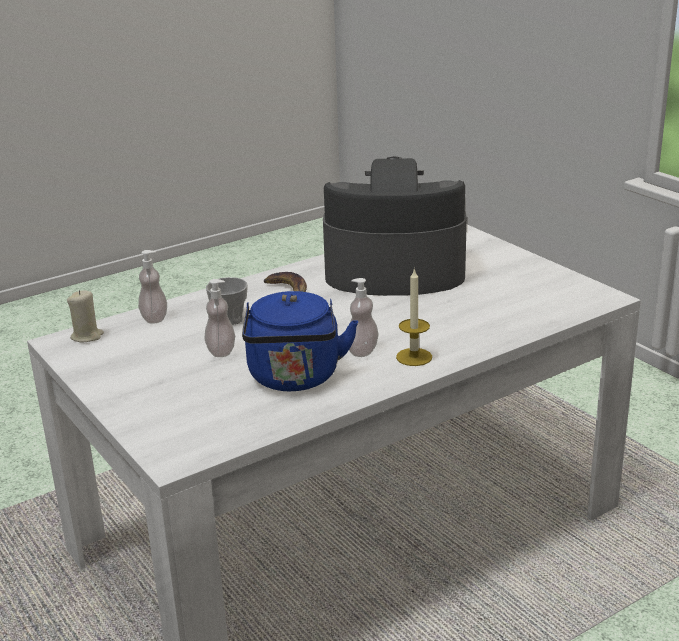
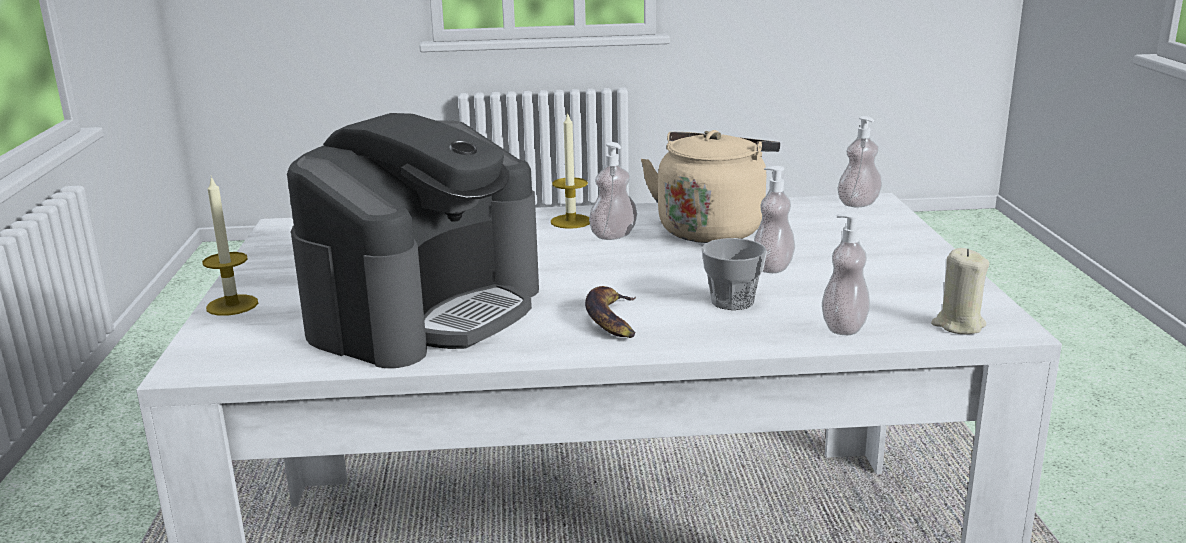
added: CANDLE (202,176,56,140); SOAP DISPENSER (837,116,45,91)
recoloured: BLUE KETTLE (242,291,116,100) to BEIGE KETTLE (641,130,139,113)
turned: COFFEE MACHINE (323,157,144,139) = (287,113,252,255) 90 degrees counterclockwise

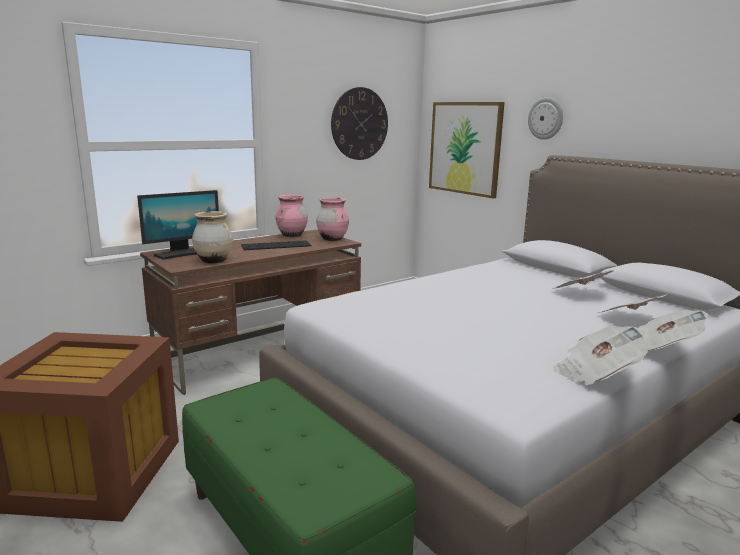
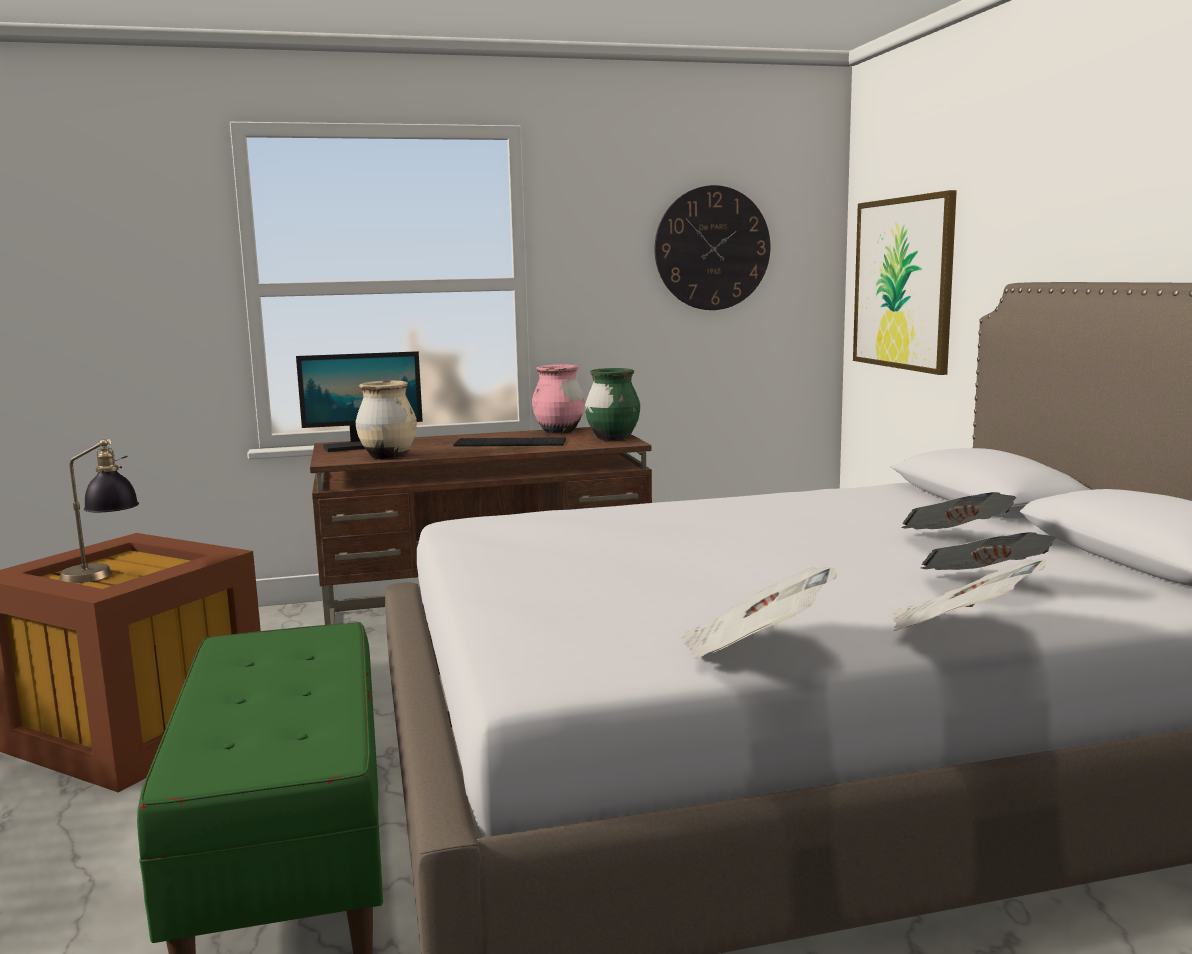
removed: WALL CLOCK (528,97,35,43)
added: TABLE LAMP (59,439,80,144)
recoloured: PINK VASE (316,198,33,43) to GREEN VASE (585,368,55,73)

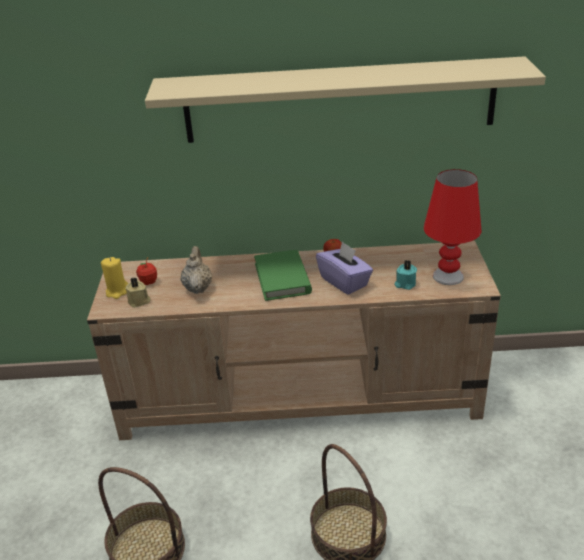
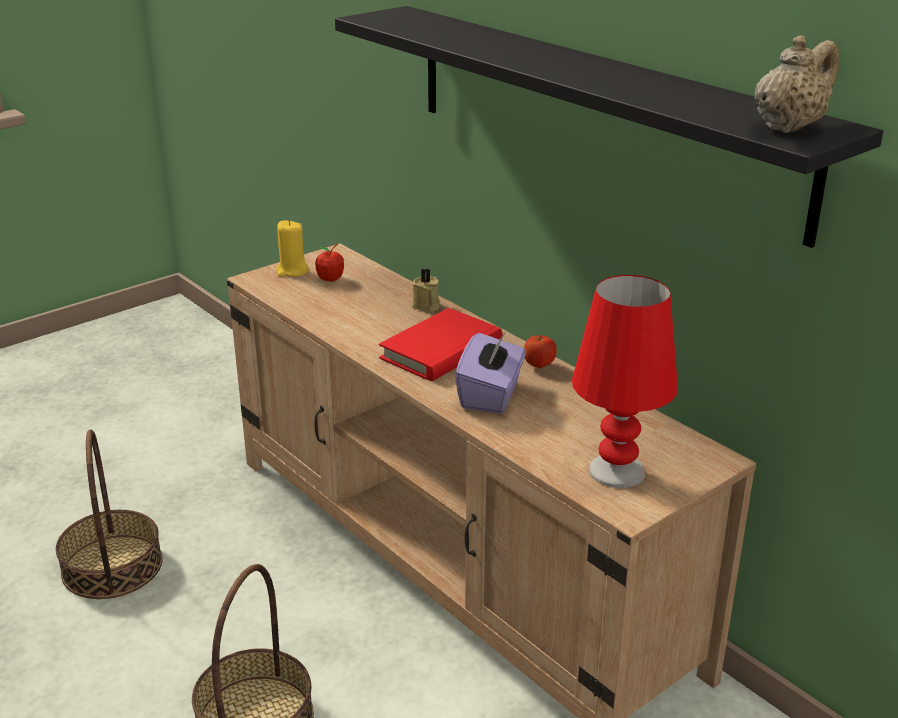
removed: TURQUOISE CANDLE (394,260,23,30)
moved: BEIGE CANDLE (125,277,26,31) to (411,269,29,43); BEIGE TEAPOT (181,246,31,48) to (754,35,85,98)
recoloured: BEIGE SHELF (145,56,401,87) to BLACK SHELF (335,6,548,242); GREEN BOOK (254,250,58,51) to RED BOOK (379,308,124,73)

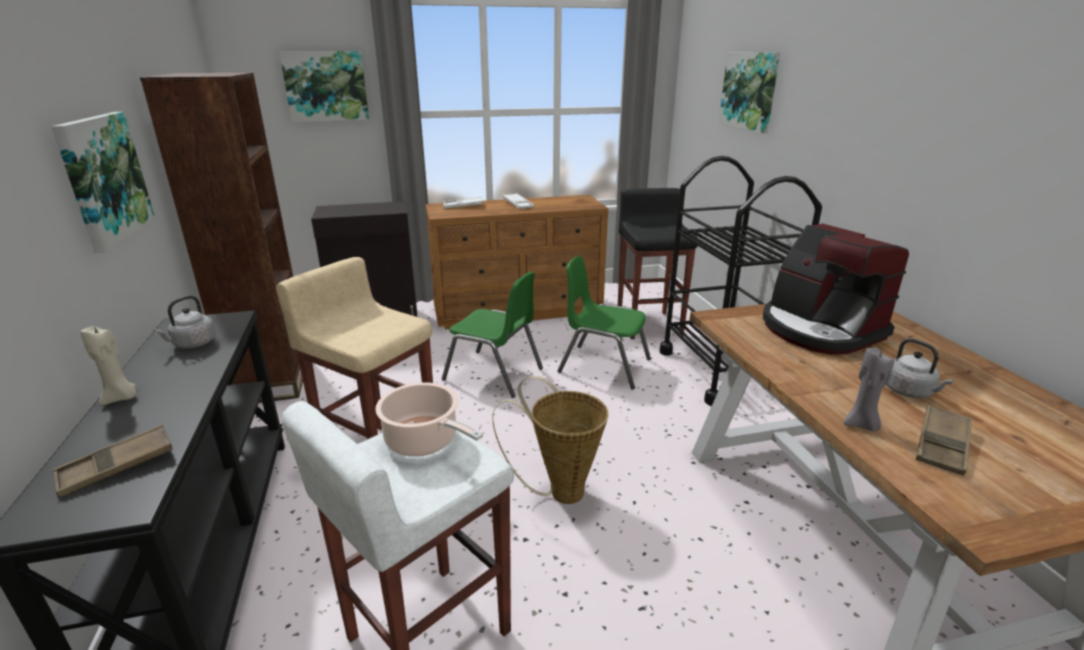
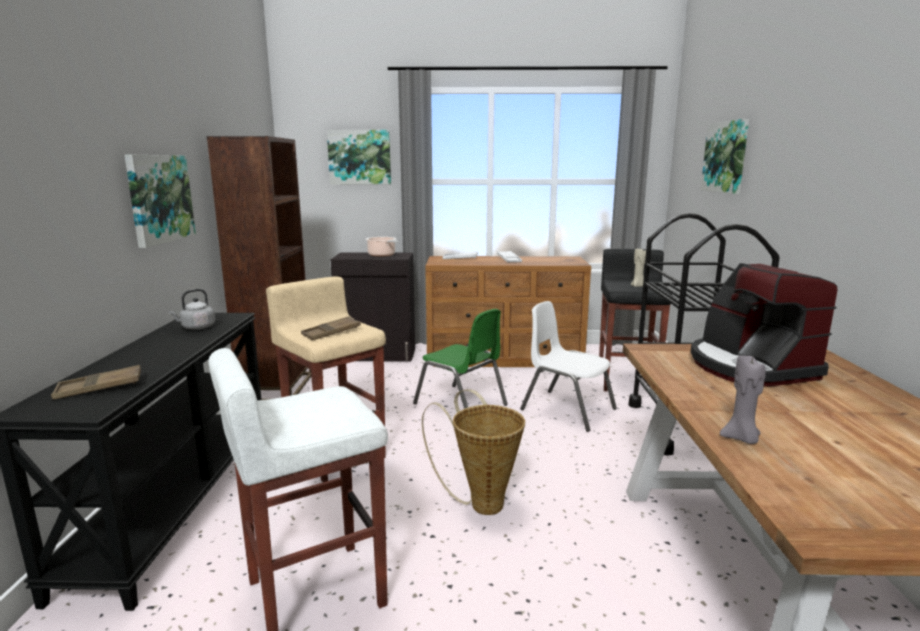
removed: GREY KETTLE (887,338,67,60)
moved: BEIGE CANDLE (80,326,57,80) to (631,249,15,38); COOKING POT (375,382,108,75) to (366,237,32,20); BROWN TRAY (915,405,57,71) to (301,316,60,24)
recoloured: GREEN CHAIR (557,256,94,134) to WHITE CHAIR (520,301,97,131)

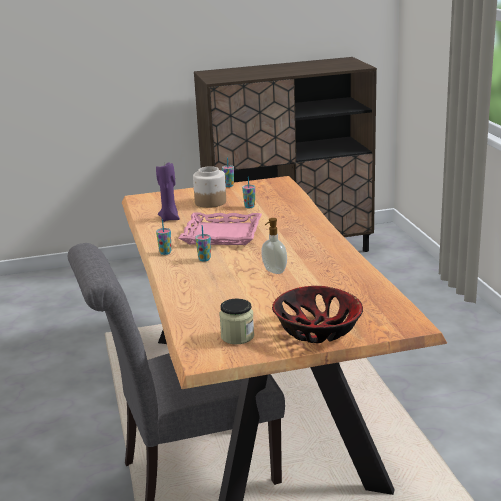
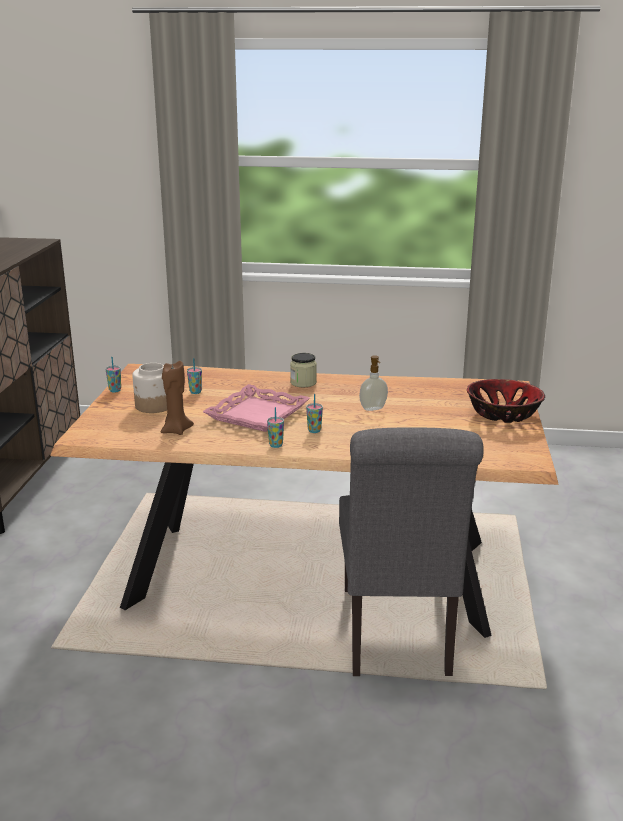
moved: JAR (219,299,35,45) to (290,353,27,34)
recoloured: PURPLE CANDLE (156,162,24,60) to BROWN CANDLE (161,361,33,74)

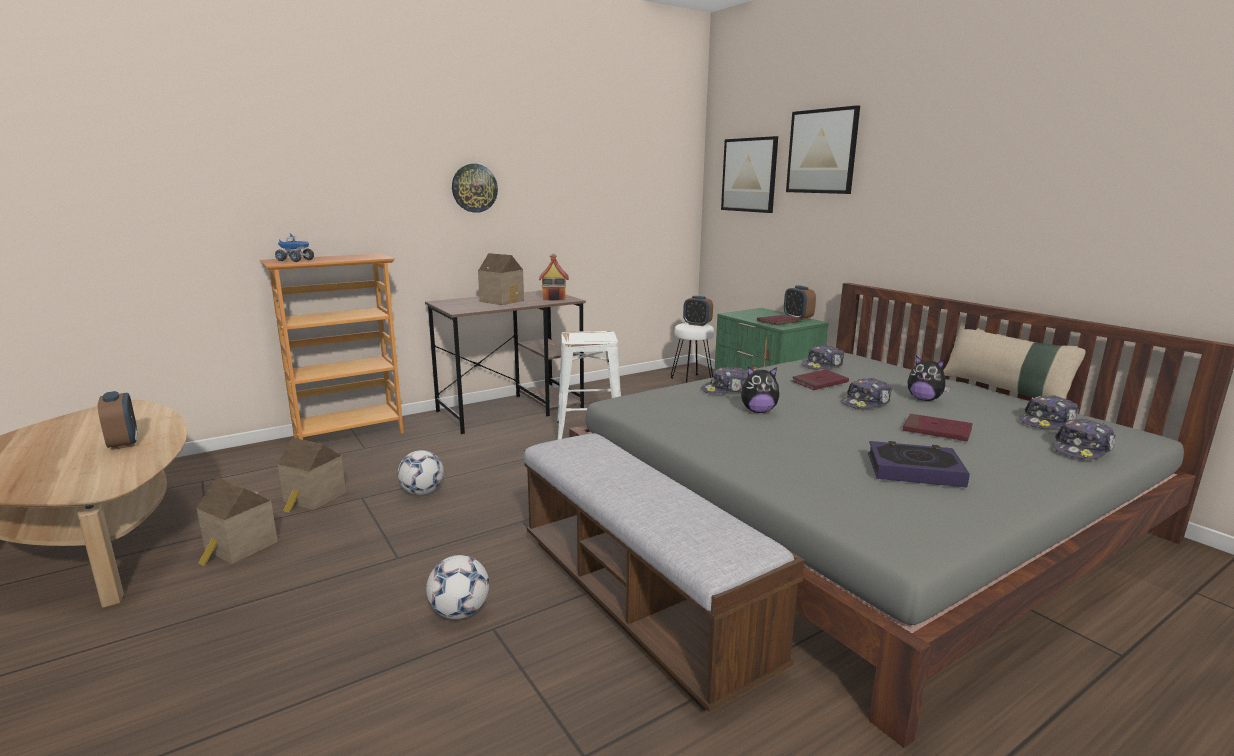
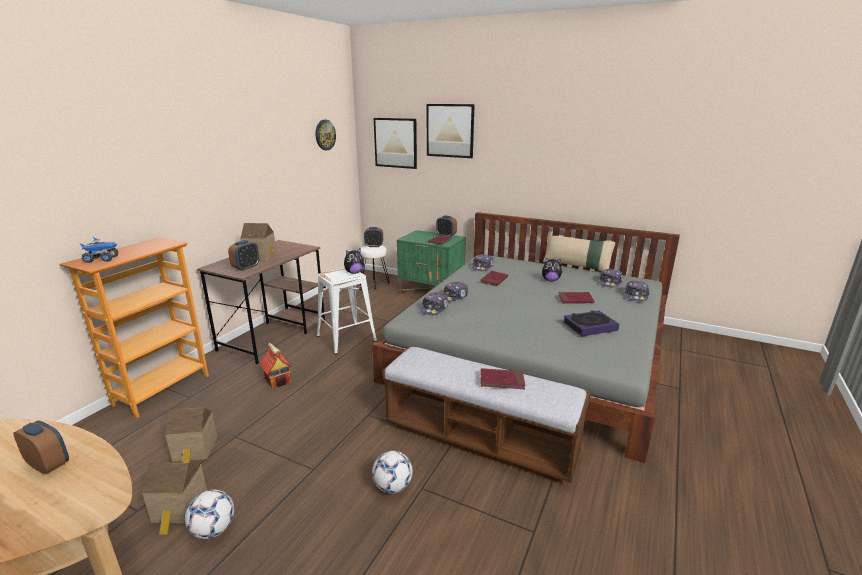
added: ALARM CLOCK (228,240,31,31); RED BOOK (481,368,44,21)
moved: FOOTBALL (398,450,46,45) to (185,490,49,49); WALL CLOCK (452,164,46,49) to (316,120,20,30); TOY HOUSE (539,253,30,48) to (260,342,32,46); PLUSH TOY (741,367,39,46) to (344,249,20,25); CAP (841,378,51,31) to (421,292,27,23)

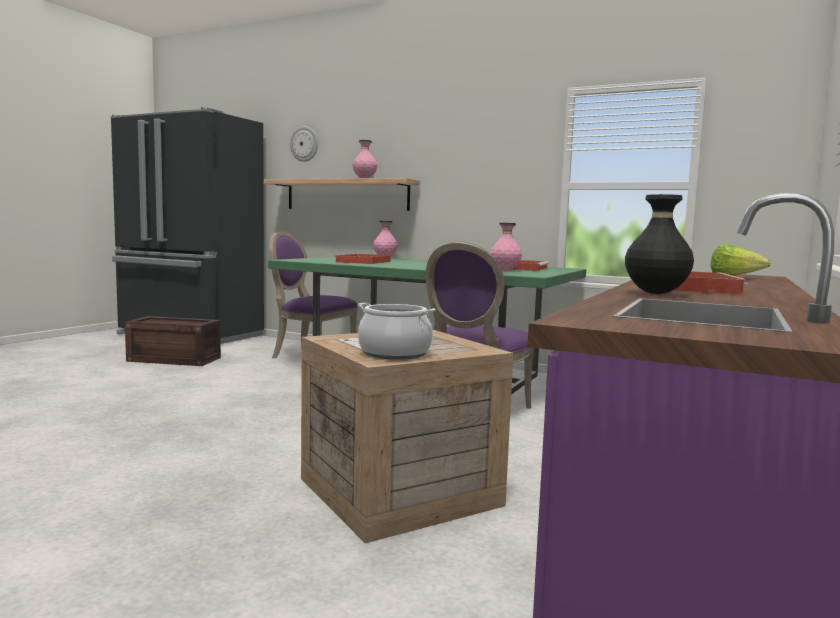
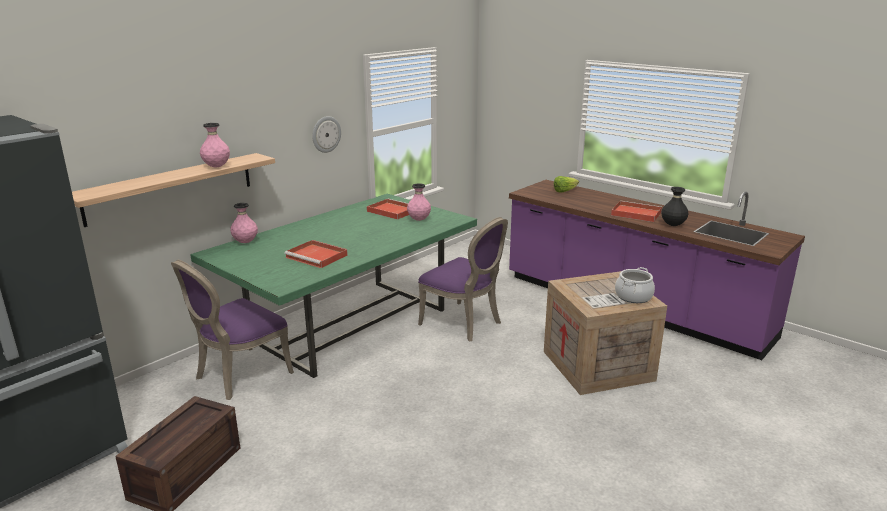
moved: WALL CLOCK (290,126,28,36) to (312,116,29,37)

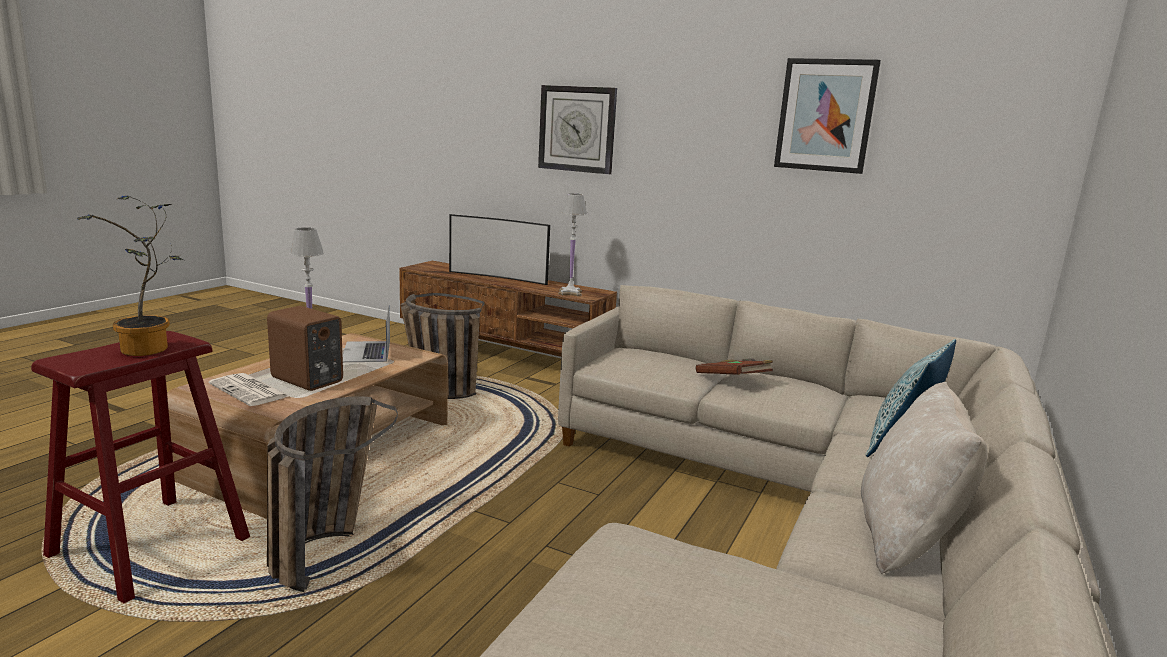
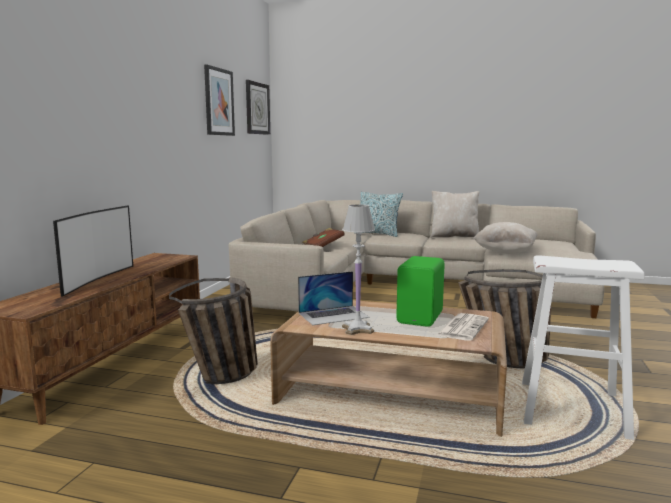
removed: POTTED PLANT (77,196,107,160); WHITE TABLE LAMP (559,193,28,103)
added: BEIGE PILLOW (473,222,65,32)
moved: WALL CLOCK (538,85,79,89) to (246,80,24,55)
recoloured: RED STOOL (31,331,219,272) to WHITE STOOL (522,255,123,185); BROWN SPEAKER (267,306,76,85) to GREEN SPEAKER (396,256,49,71)

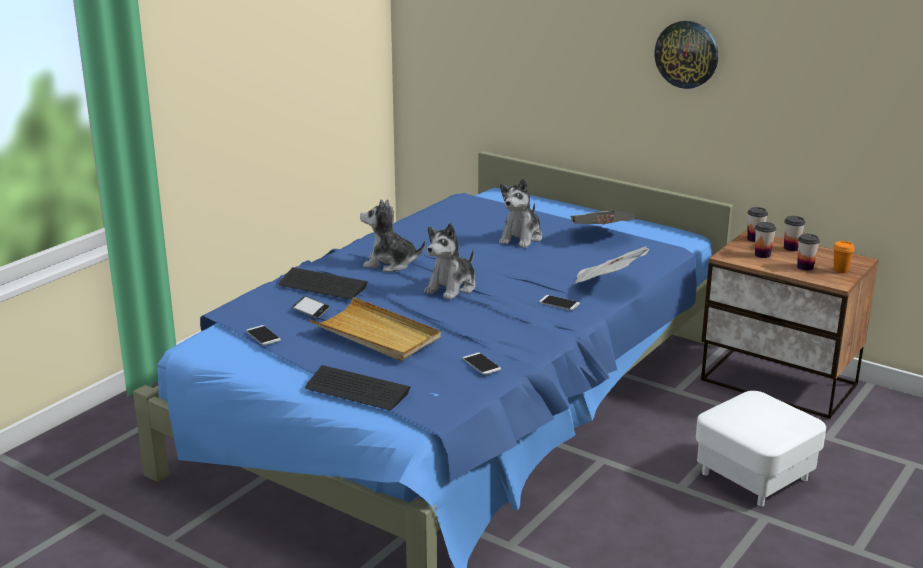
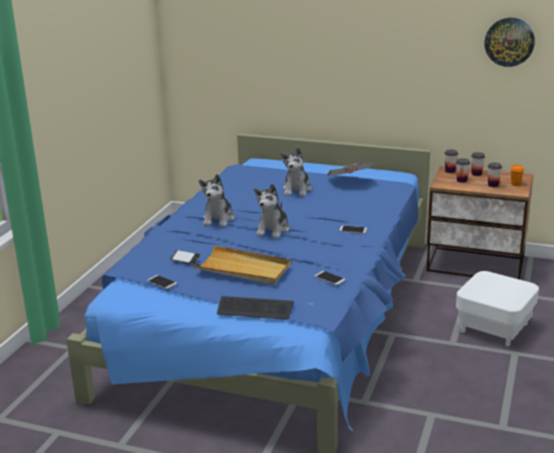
removed: KEYBOARD (279,267,89,32); NEWSPAPER (574,246,75,38)
moved: WALL CLOCK (654,21,64,68) to (484,18,51,49)
turned: PLUSH TOY (360,199,66,73) = (199,174,35,53) 75 degrees counterclockwise

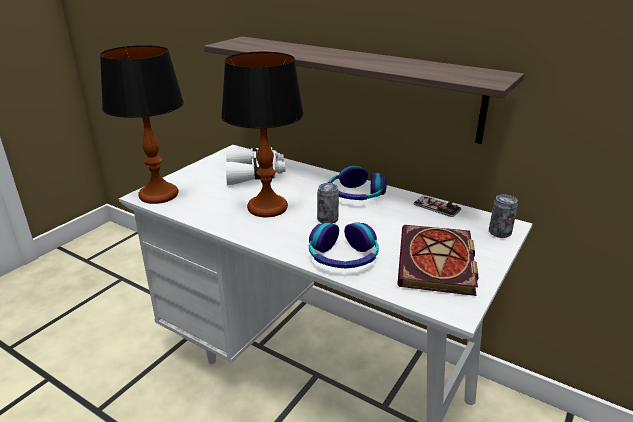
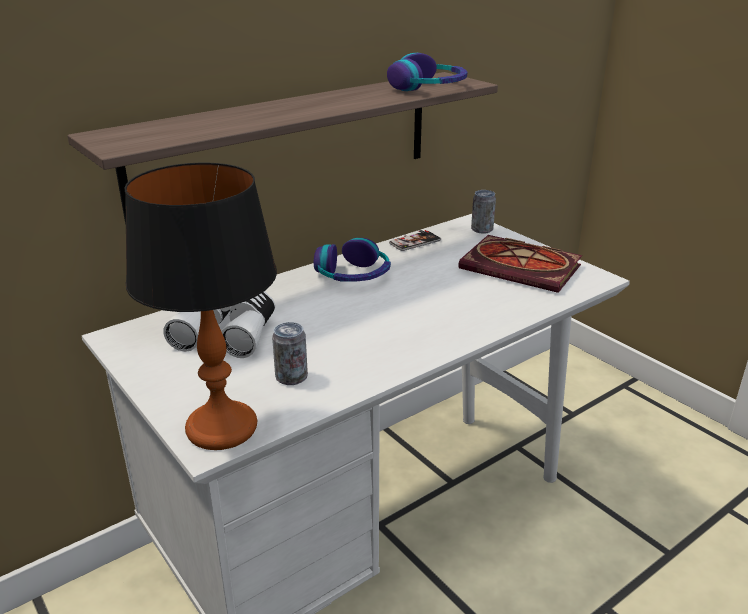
removed: TABLE LAMP (221,52,83,165)
moved: HEADPHONES (309,222,70,46) to (387,53,80,38); CAN (317,183,22,41) to (272,322,36,63)

